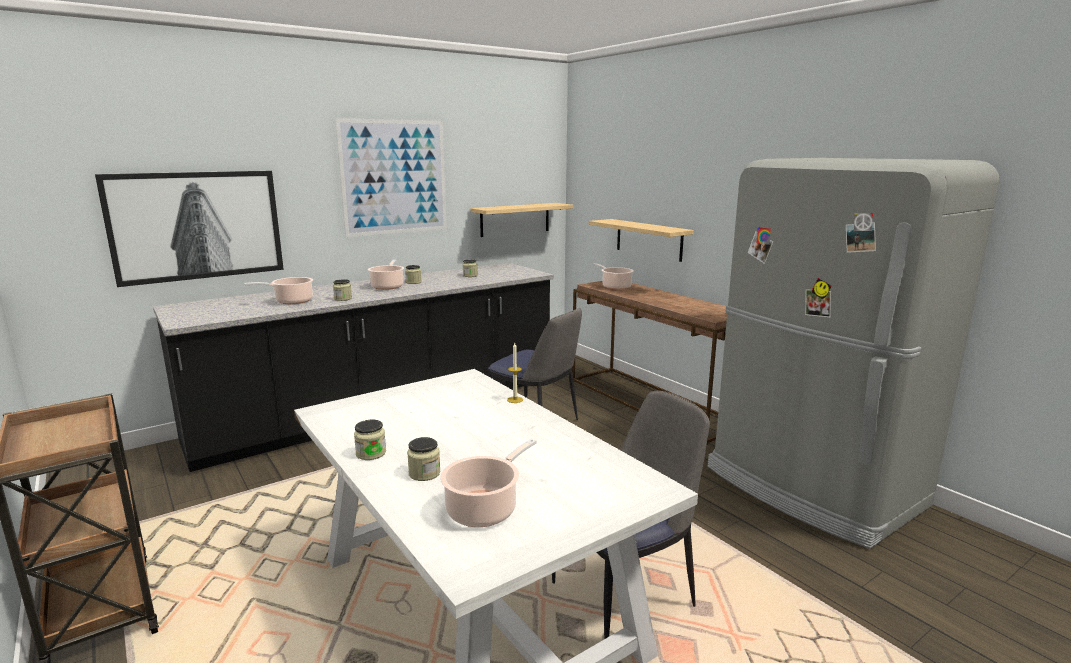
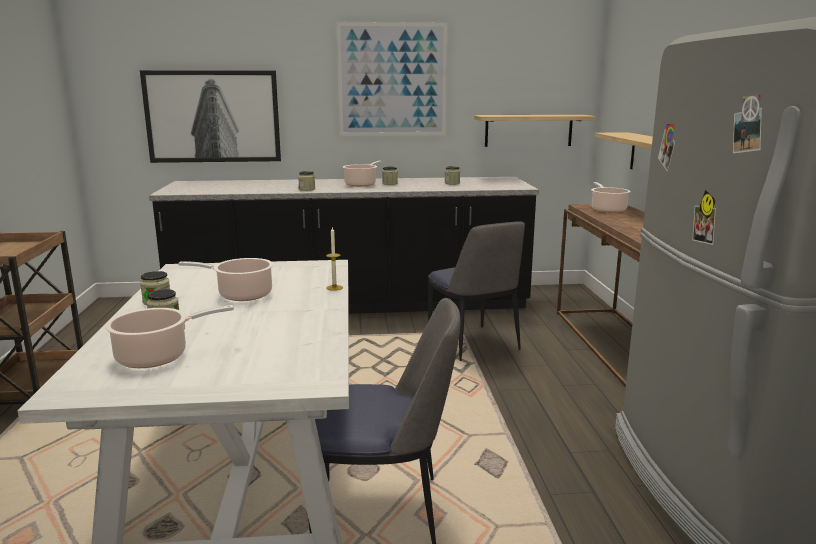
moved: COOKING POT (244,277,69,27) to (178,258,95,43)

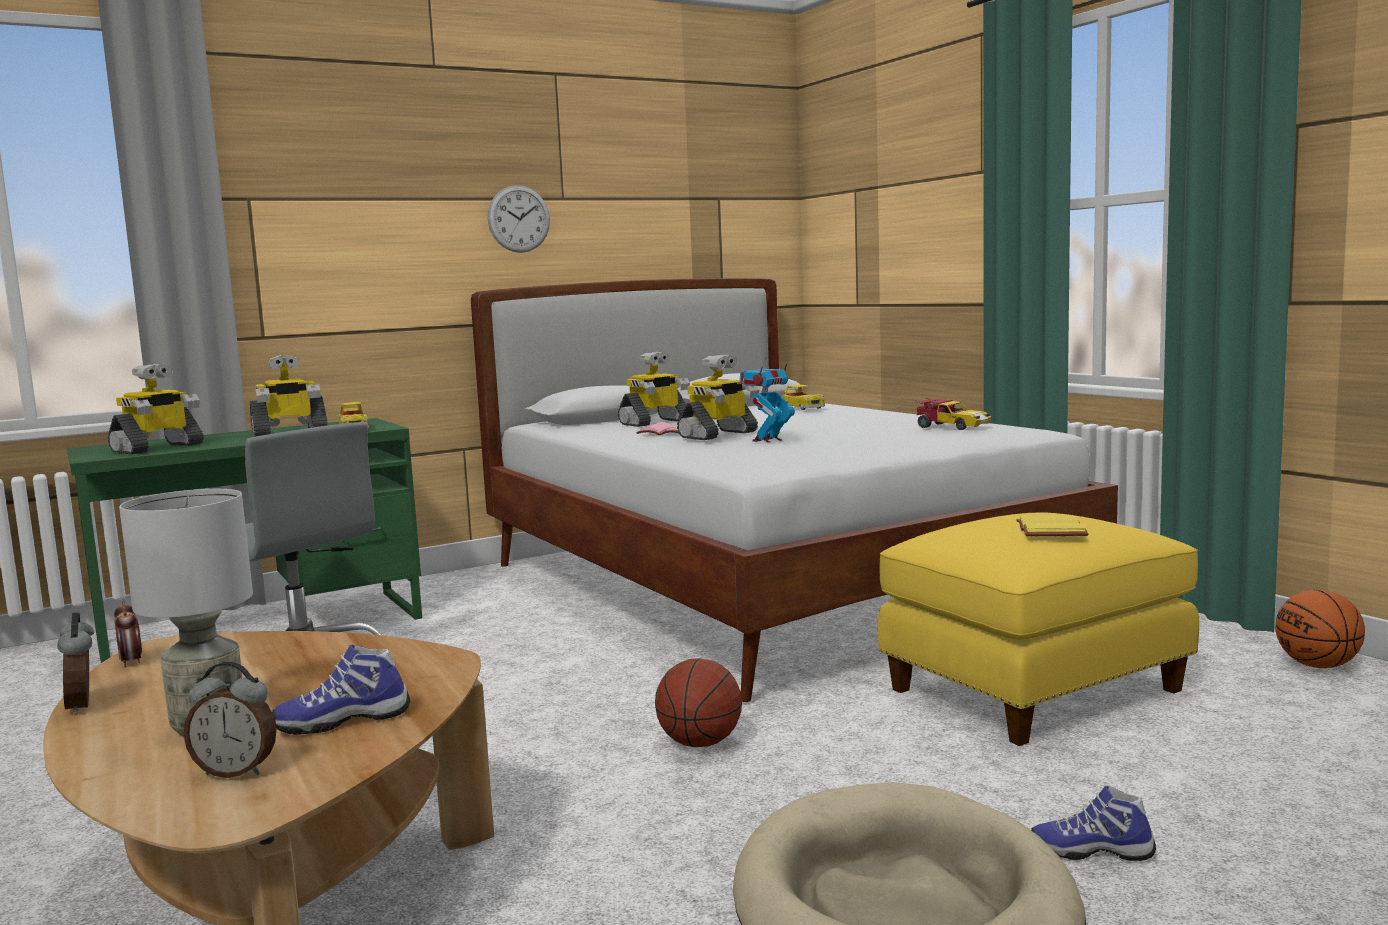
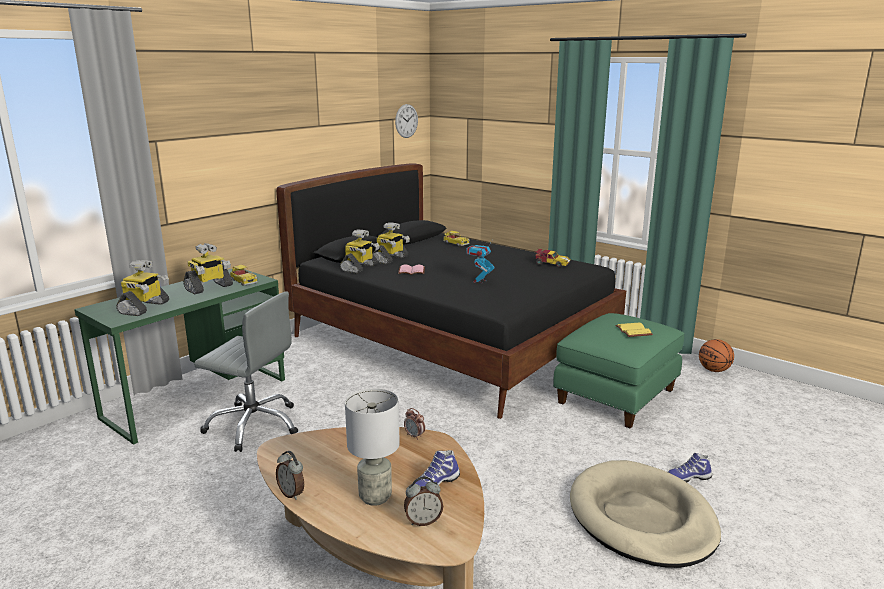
removed: BASKETBALL (655,658,87,89)
moved: ALARM CLOCK (114,599,28,68) to (404,408,21,32); WALL CLOCK (488,185,62,68) to (395,104,23,34); TOY ROBOT (677,355,82,85) to (340,229,39,45)
recoloured: WHITE BED (471,278,647,424) to BLACK BED (276,163,350,256); YELLOW OTTOMAN (878,512,321,234) to GREEN OTTOMAN (553,313,132,115)

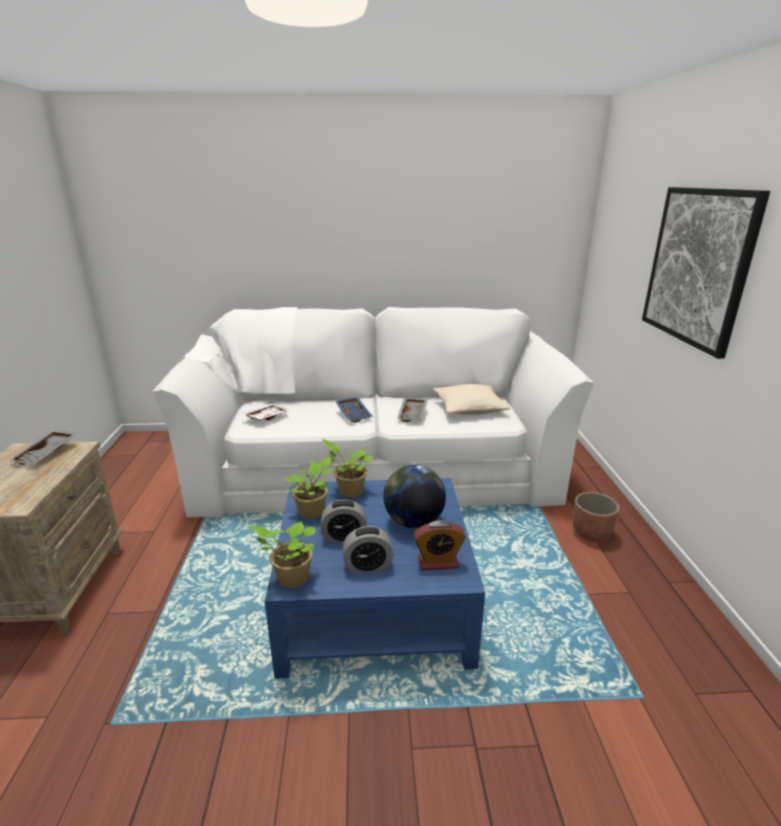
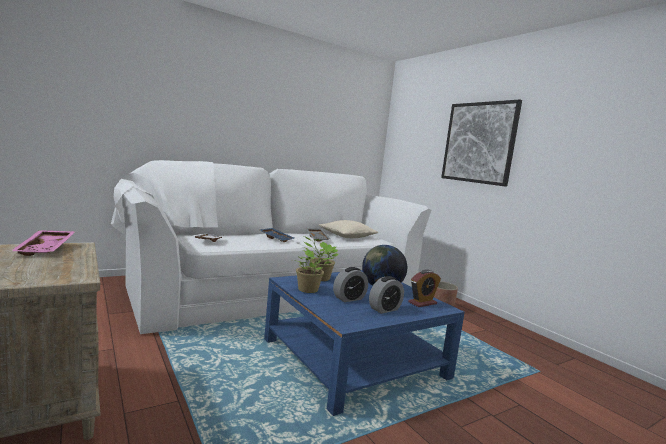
removed: POTTED PLANT (249,521,67,67)
recoloured: GREY TRAY (8,430,69,35) to PINK TRAY (11,230,65,26)

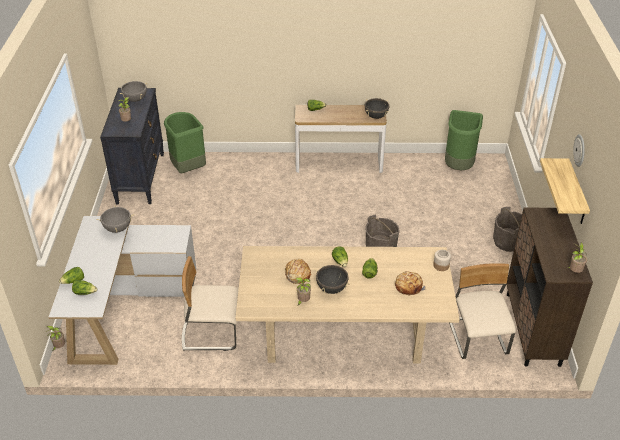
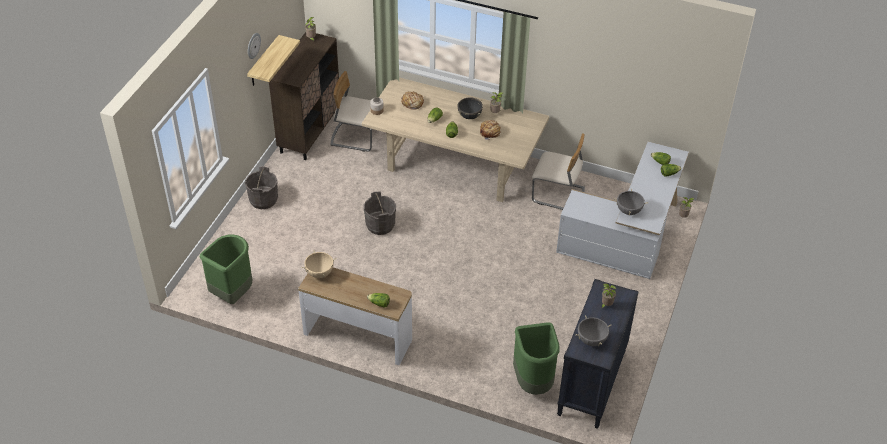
recoloured: BLACK COOKING POT (364,98,26,21) to BEIGE COOKING POT (301,251,35,27)
turned: BEIGE CHAIR (449,263,67,96) = (330,71,42,81) 90 degrees clockwise

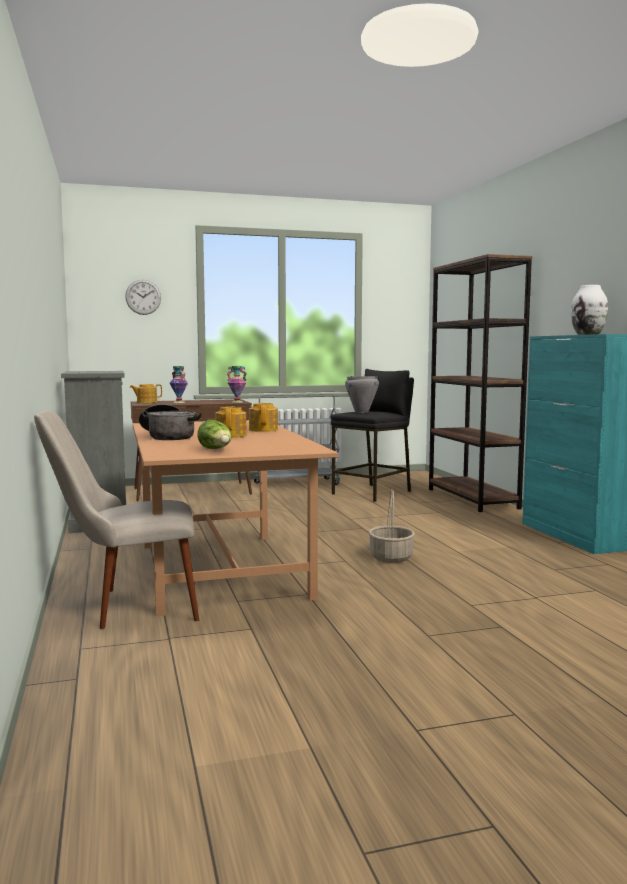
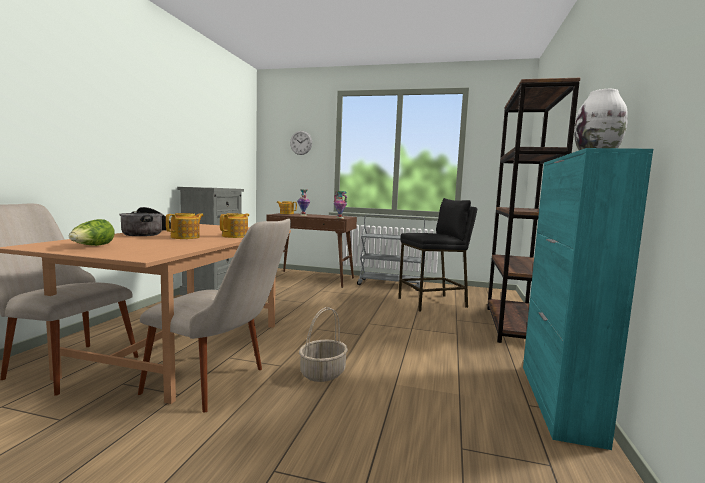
removed: GREY COOKING POT (345,376,34,37)
added: BEIGE CHAIR (138,219,153,194)

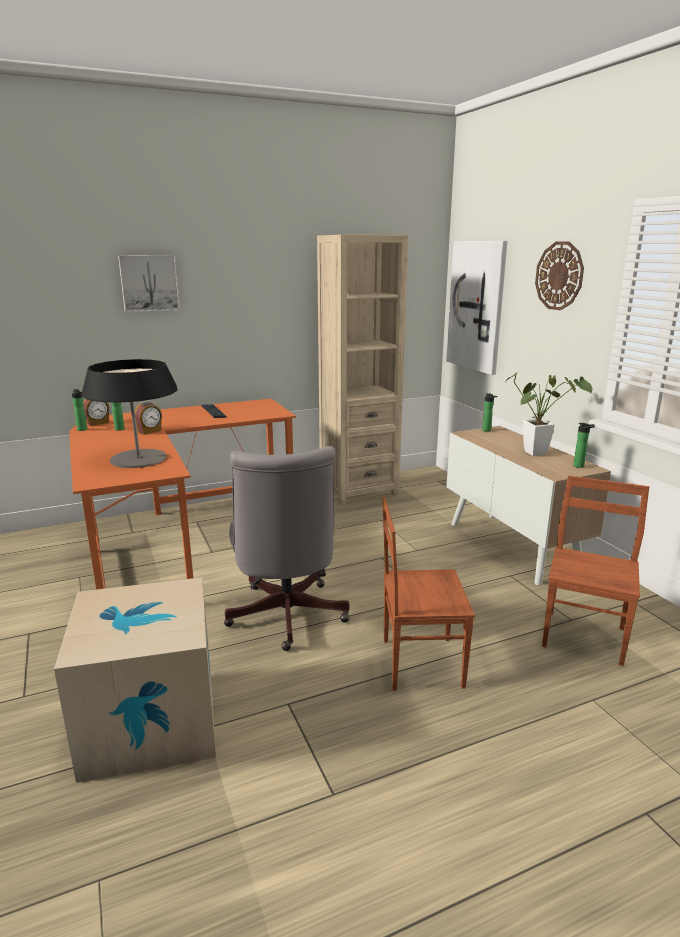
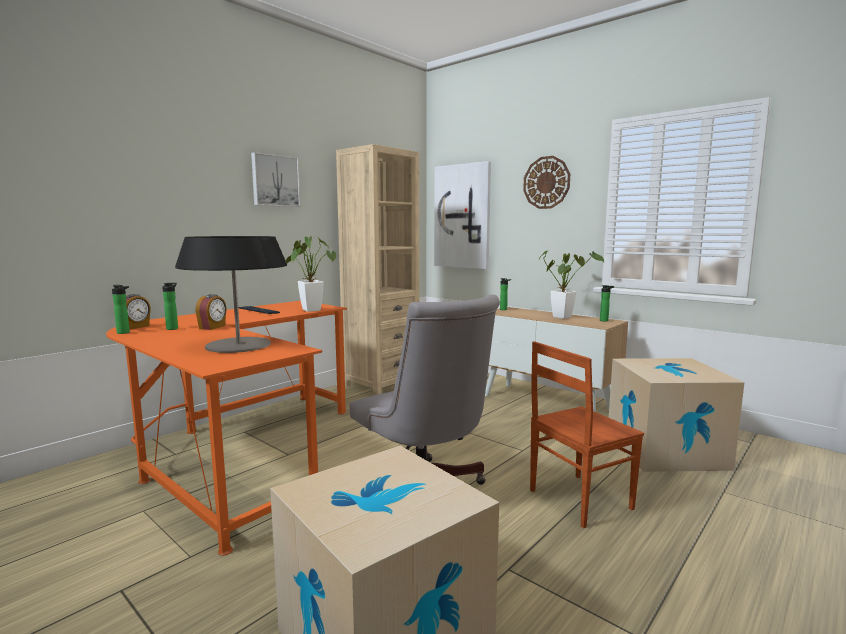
added: POTTED PLANT (286,236,50,76)
moved: PICTURE (118,255,62,57) to (251,152,50,55)
replaced: BROWN CHAIR (542,476,107,190) to CARDBOARD BOX (609,358,136,114)

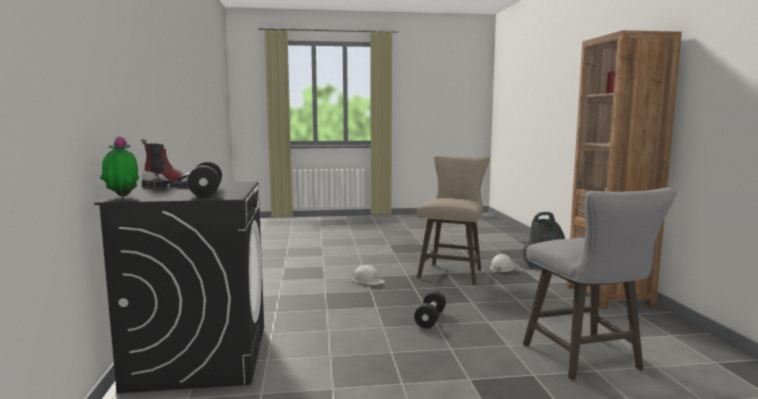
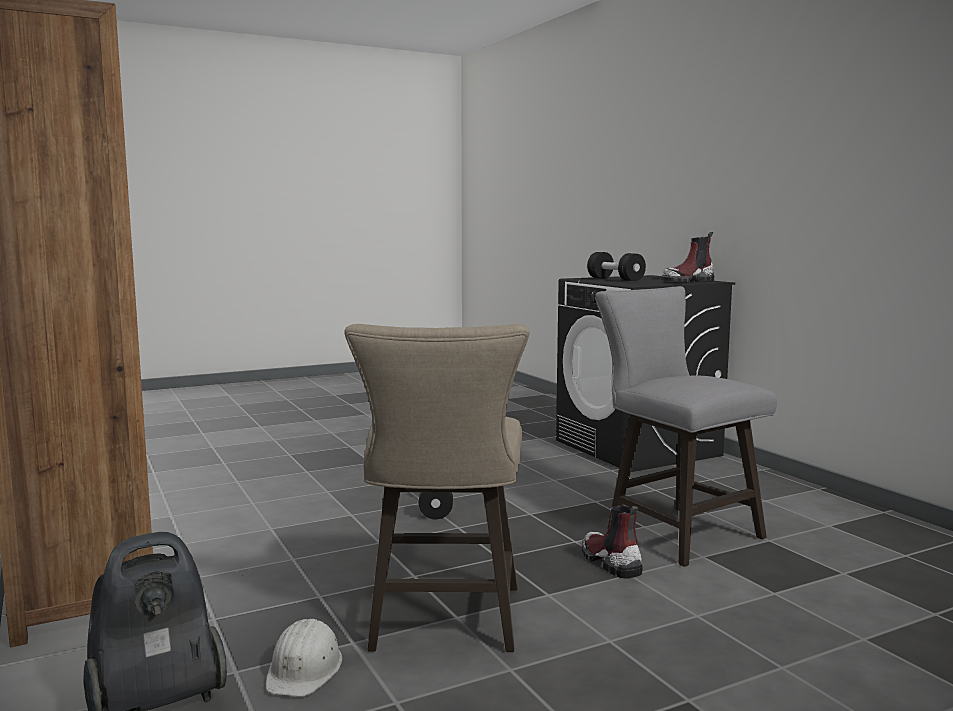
removed: POTTED PLANT (100,136,39,61)
moved: GREY STOOL (523,188,154,192) to (595,286,182,281)
replaced: WHITE HARD HAT (353,265,32,20) to BOOT (582,505,61,74)

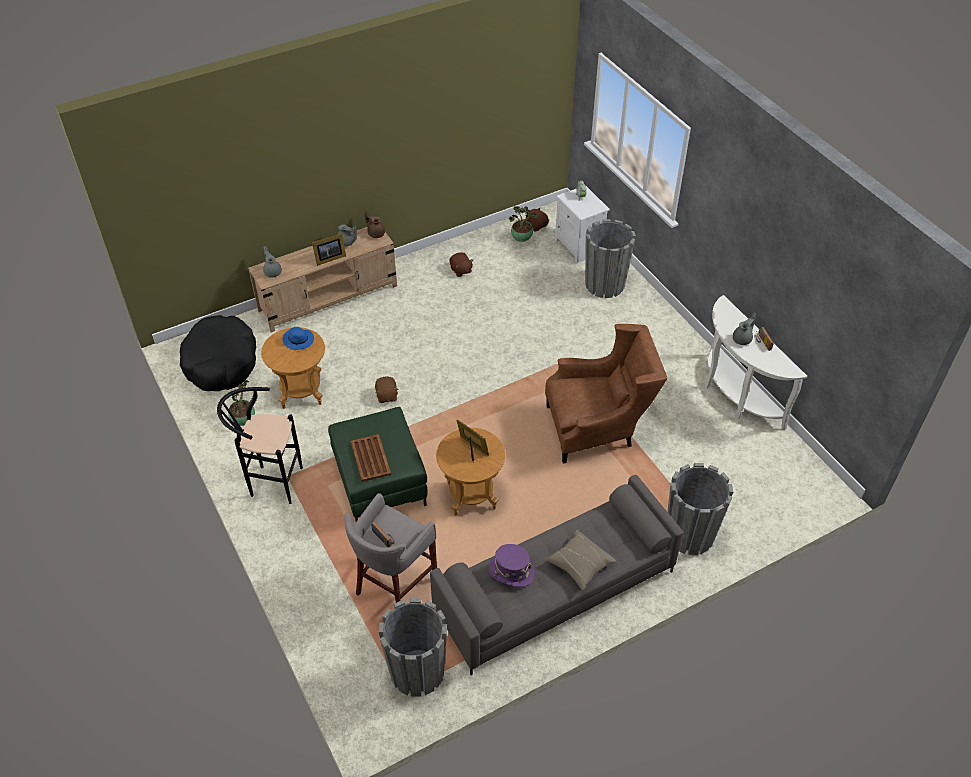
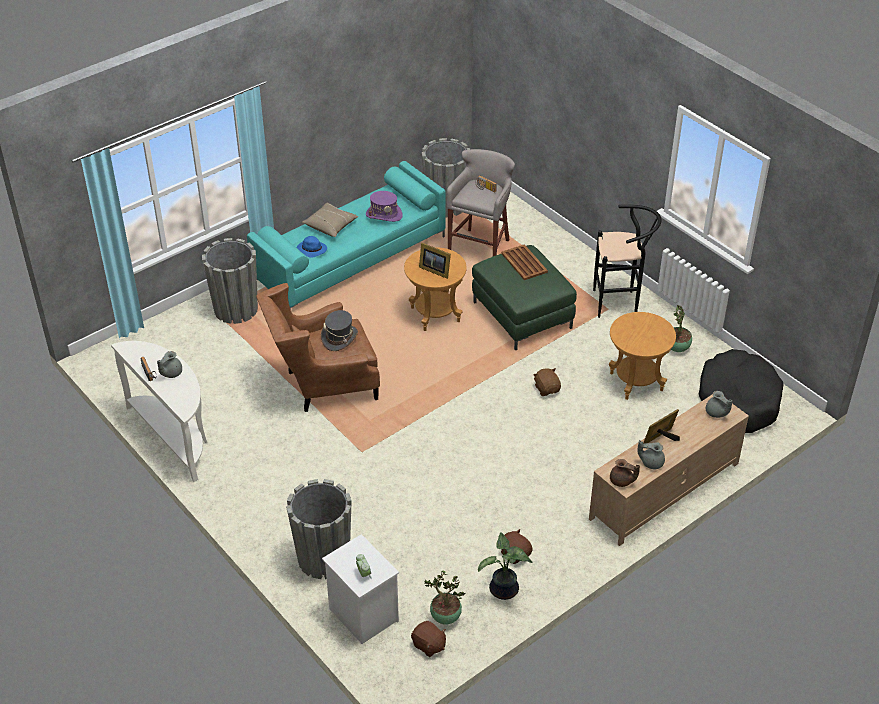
added: GREY HAT (321,310,37,41); POTTED PLANT (478,532,55,68)
moved: BLUE HAT (283,327,31,23) to (297,236,30,22)
recoloured: GREY SOFA (430,475,253,200) to TURQUOISE SOFA (247,161,199,149)

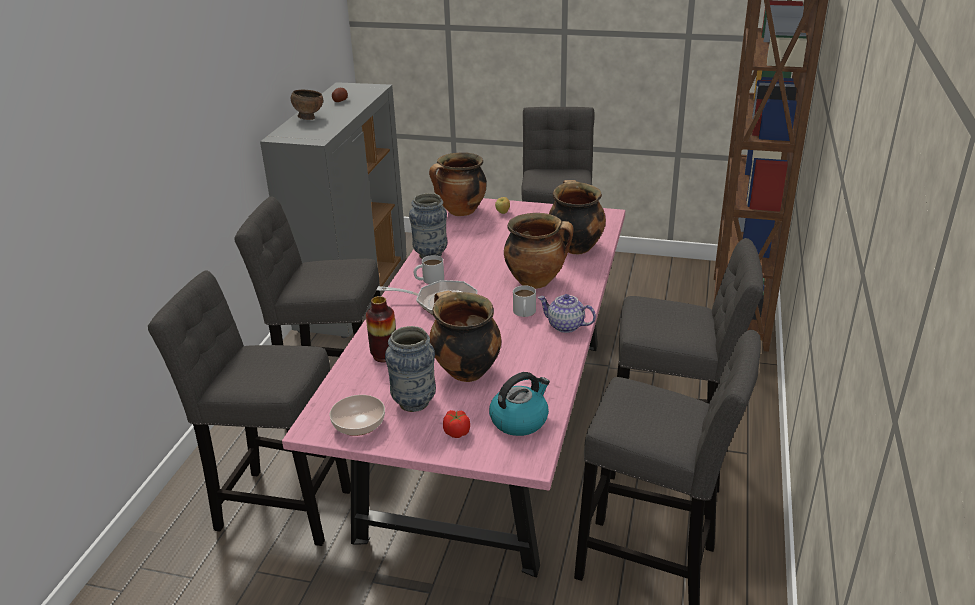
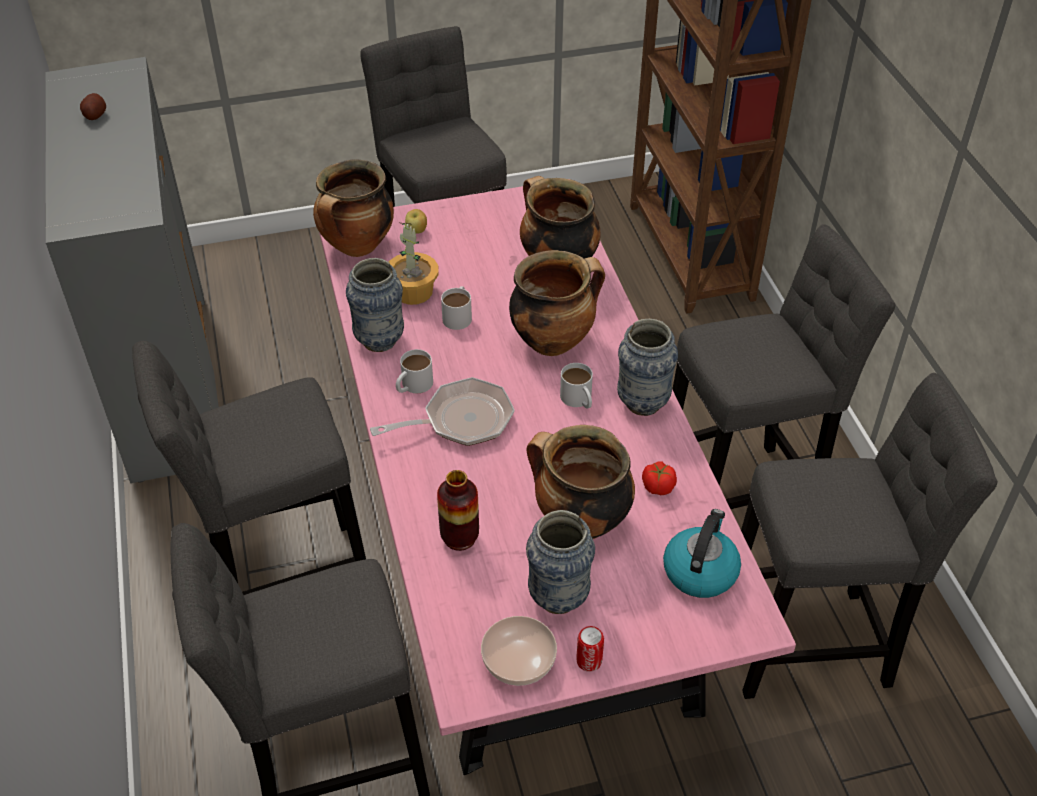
removed: BROWN BOWL (291,89,32,31)
added: POTTED PLANT (389,223,50,82); WHITE MUG (441,286,31,44); CAN (576,626,28,46)
moved: TOMATO (443,410,27,28) to (642,461,35,34)
replaced: TEAPOT (538,294,58,39) to VASE (617,319,61,97)

